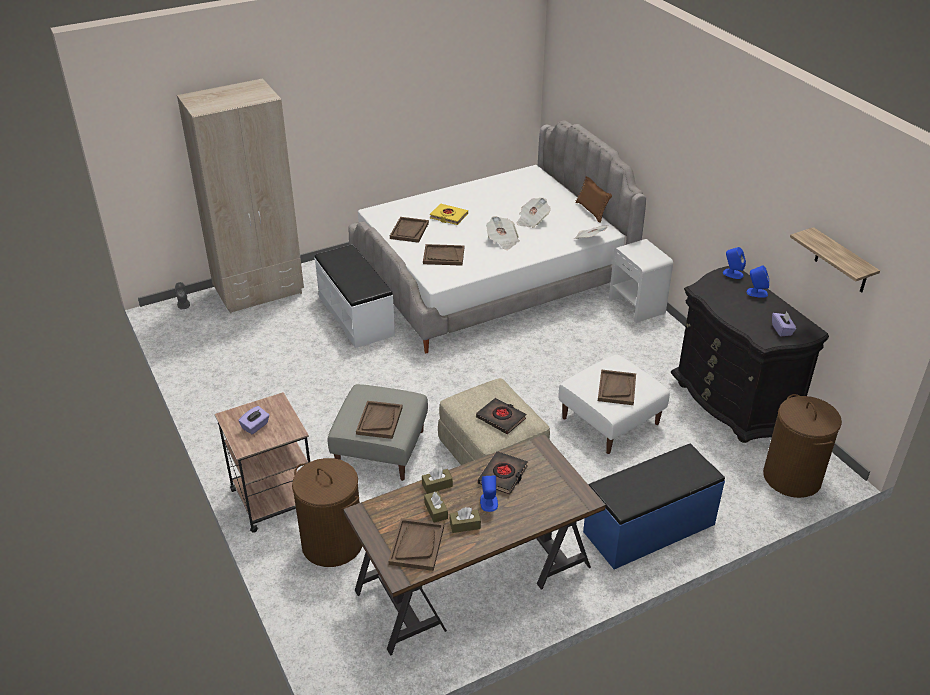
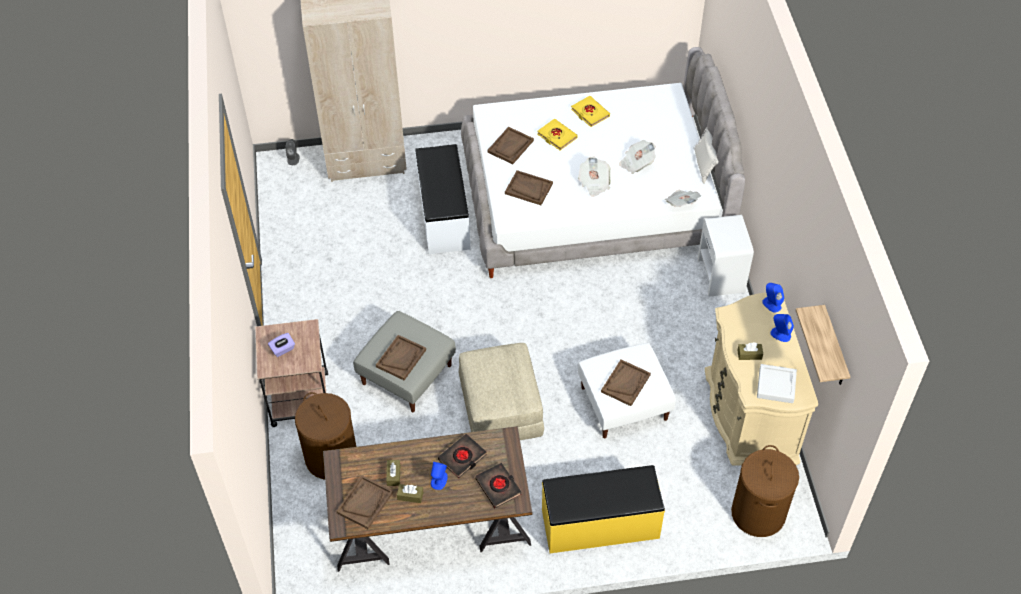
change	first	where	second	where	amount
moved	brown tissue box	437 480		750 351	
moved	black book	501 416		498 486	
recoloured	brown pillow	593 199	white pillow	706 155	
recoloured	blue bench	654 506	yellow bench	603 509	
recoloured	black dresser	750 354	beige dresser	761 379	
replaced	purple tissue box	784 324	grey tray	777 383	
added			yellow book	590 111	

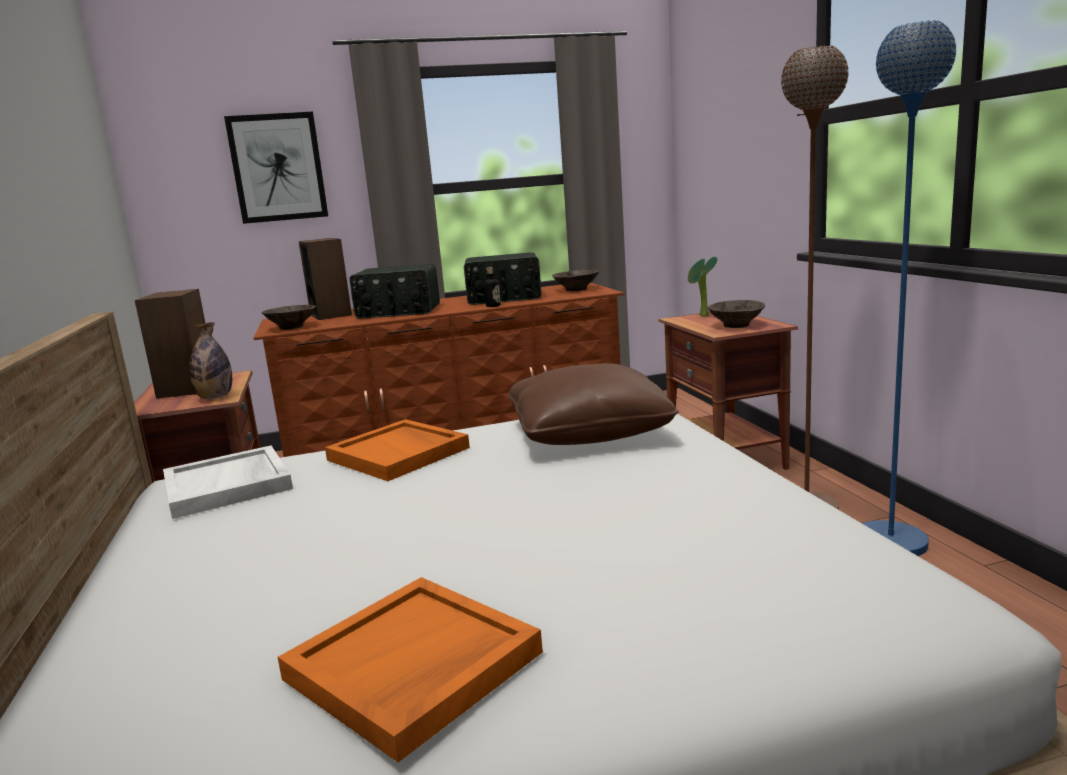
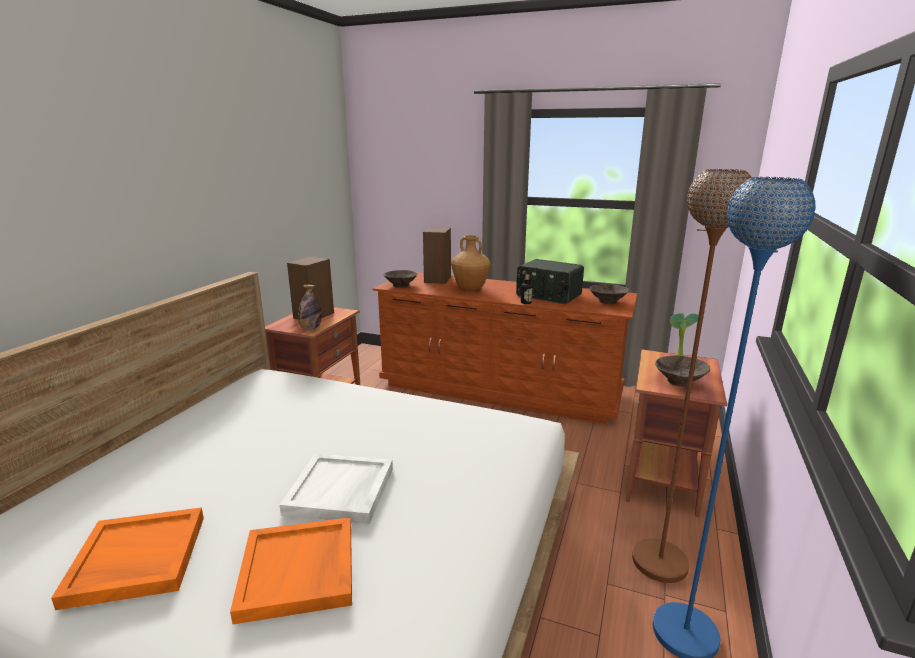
change	first	where	second	where	amount
moved	white tray	228 482		336 488	
removed	picture	276 168			
moved	orange tray	397 450		291 570	
replaced	radio	395 291	brown vase	471 263	
removed	brown pillow	593 404			

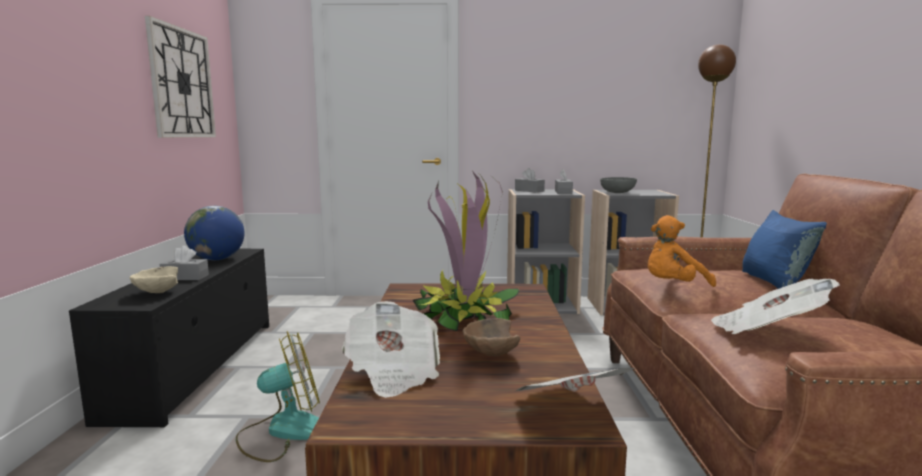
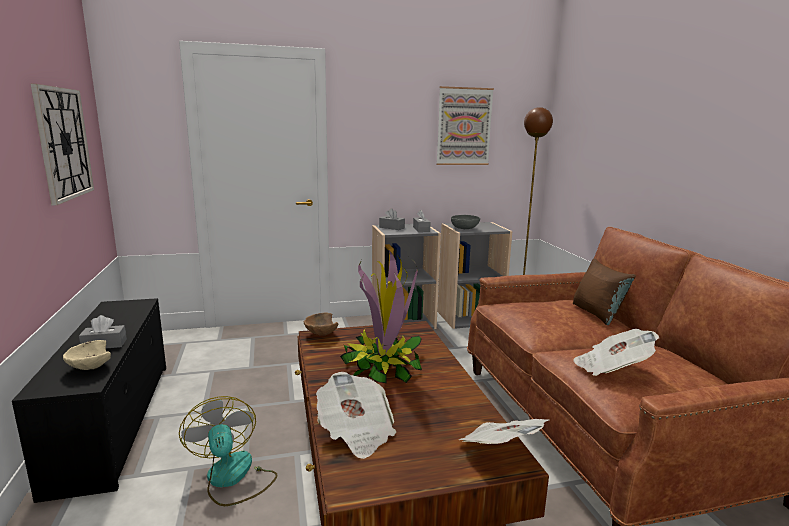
change	first	where	second	where	amount
removed	globe	214 233			
turned	fan	278 396		228 451	75 degrees counterclockwise
moved	brown bowl	491 337		321 324	
removed	orange plush toy	681 251			
recoloured	blue pillow	784 249	brown pillow	604 291	
added			picture	465 125	

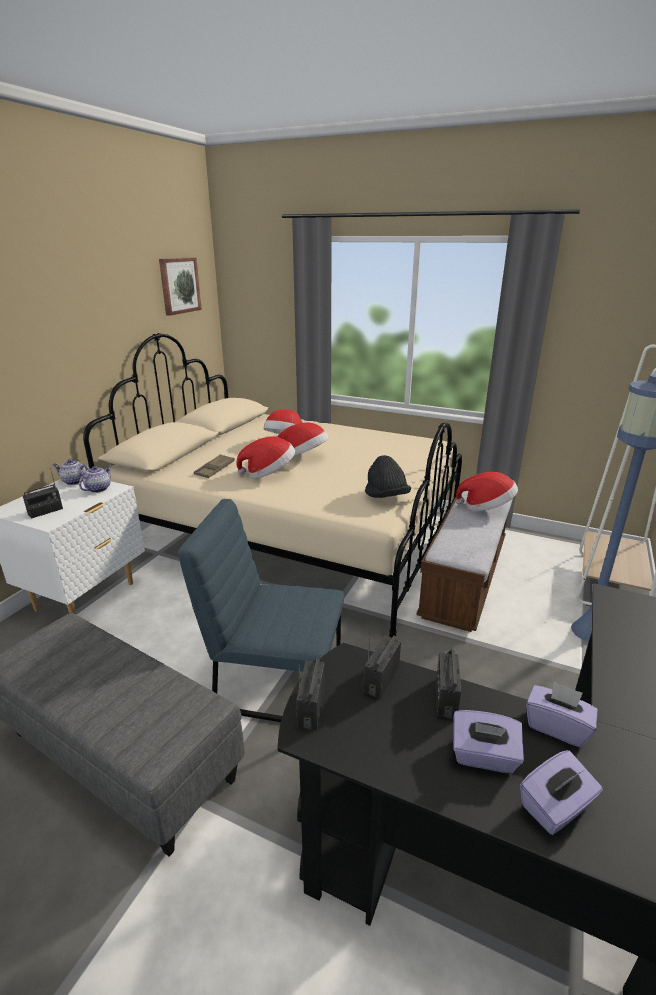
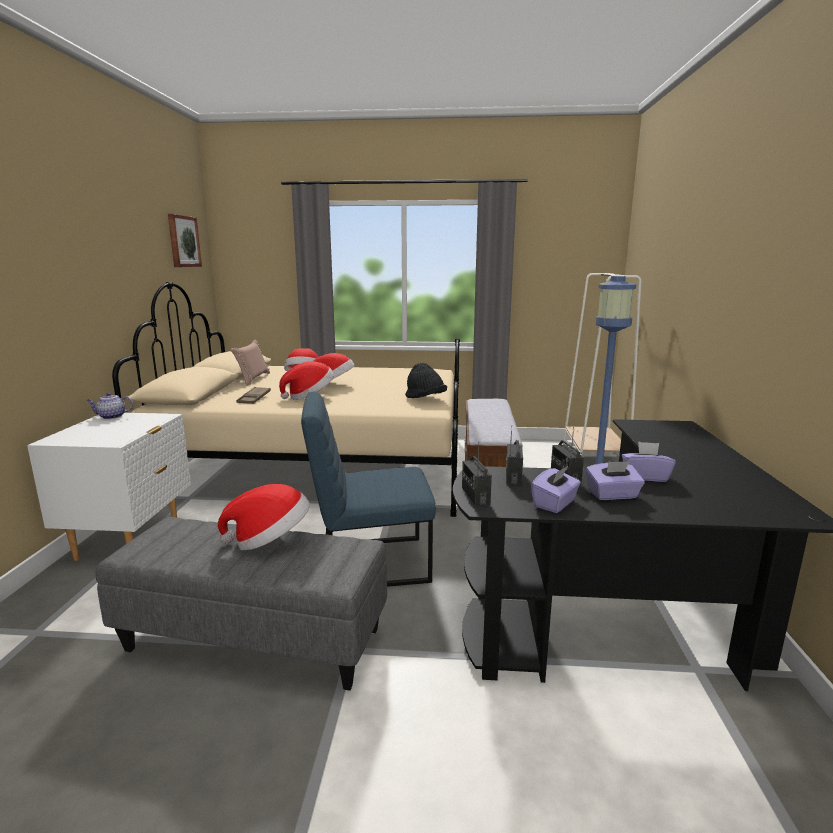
change	first	where	second	where	amount
removed	radio	43 493			
removed	teapot	95 479			
moved	hat	487 491		264 517	
moved	purple tissue box	561 792		556 489	
added			beige pillow	250 363	

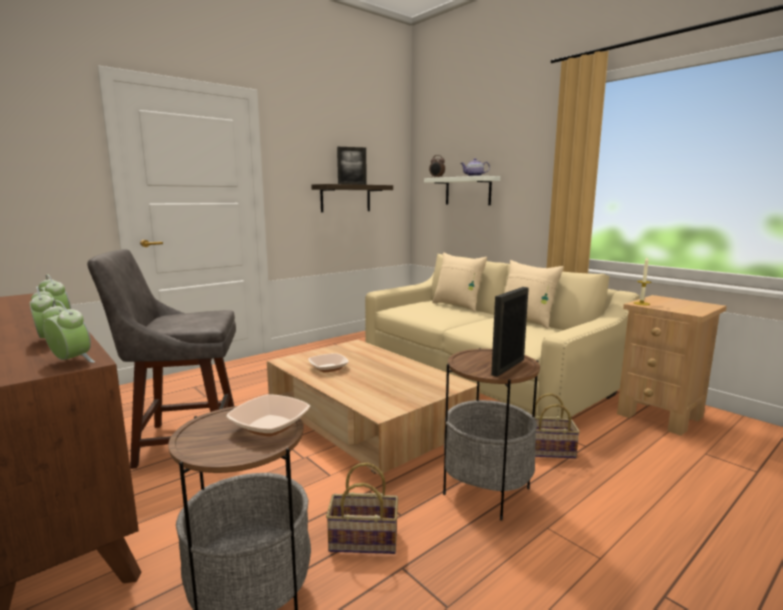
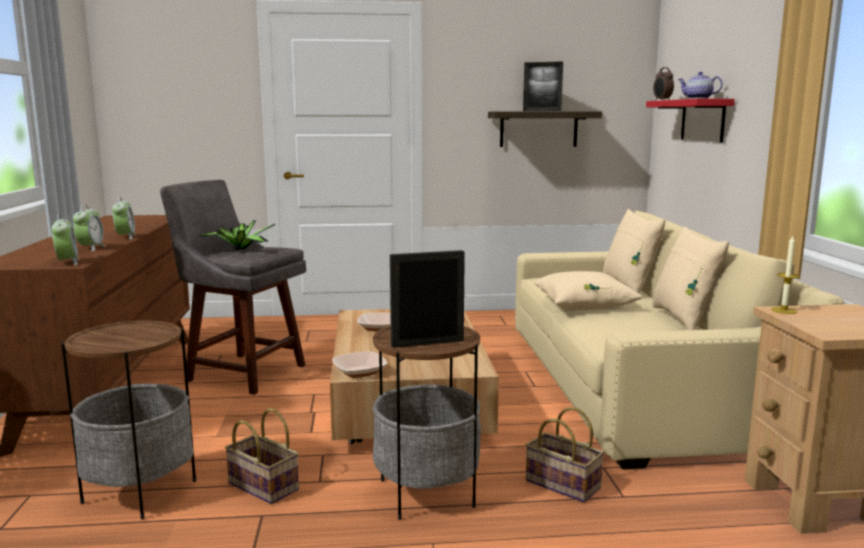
change	first	where	second	where	amount
moved	bowl	268 415		359 364	
recoloured	white shelf	462 190	red shelf	690 121	
added			potted plant	237 235	
added			beige pillow	588 290	

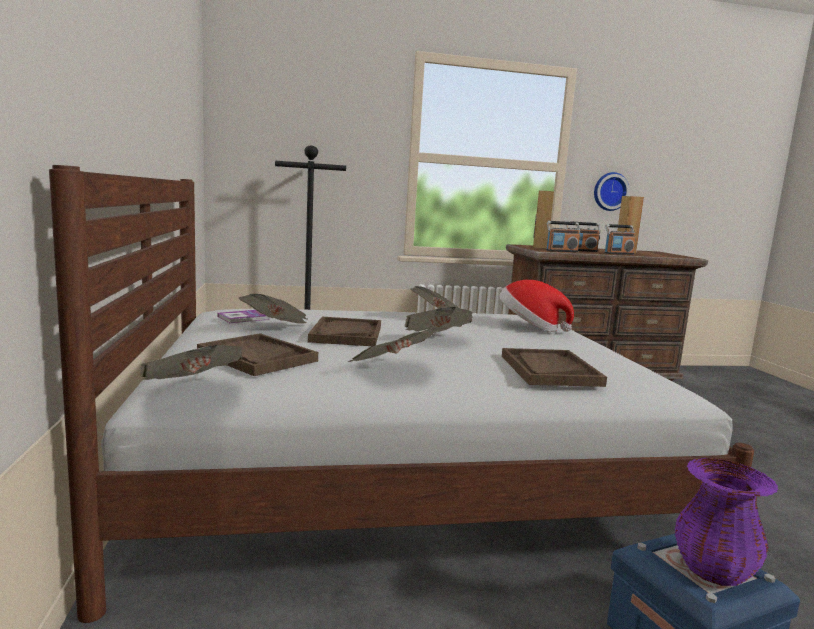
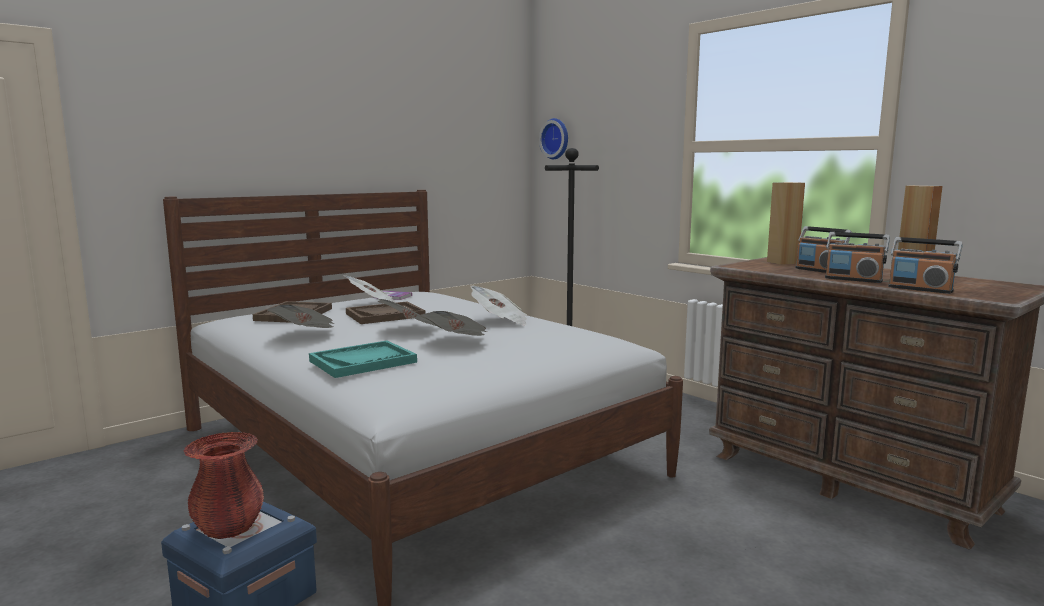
change	first	where	second	where	amount
moved	newspaper	191 362		453 323	
removed	hat	536 306			
recoloured	brown tray	554 367	turquoise tray	363 359	
moved	radio	563 236		925 265	
moved	wall clock	611 191		553 139	
recoloured	purple vase	726 522	red vase	224 485	

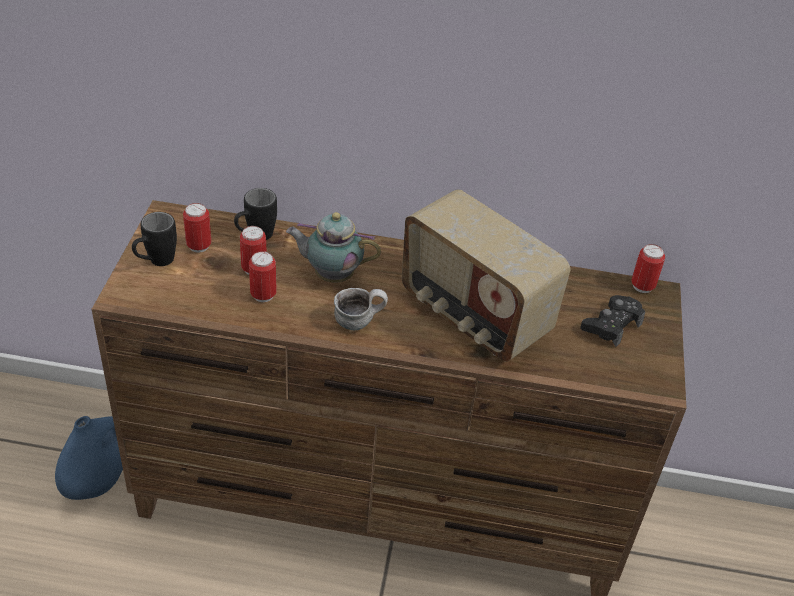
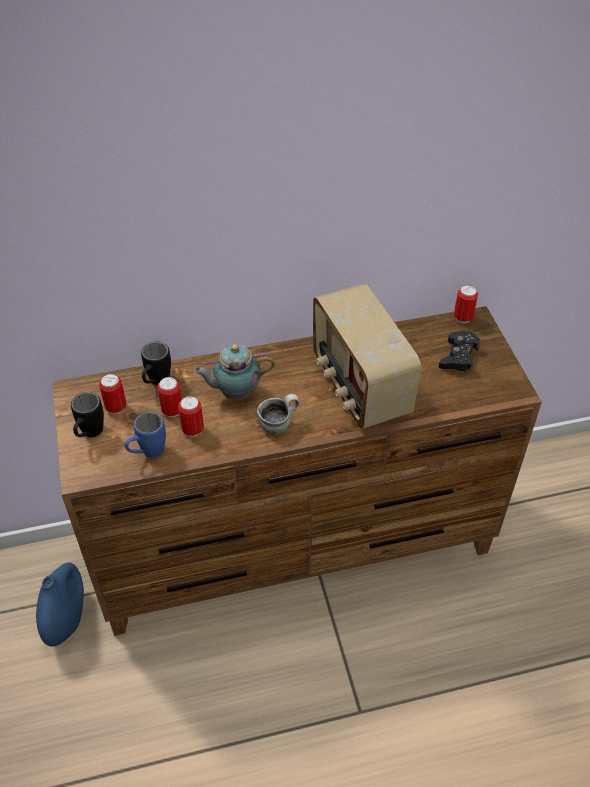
change	first	where	second	where	amount
turned	radio	486 275		367 356	45 degrees clockwise
added			blue mug	145 435	

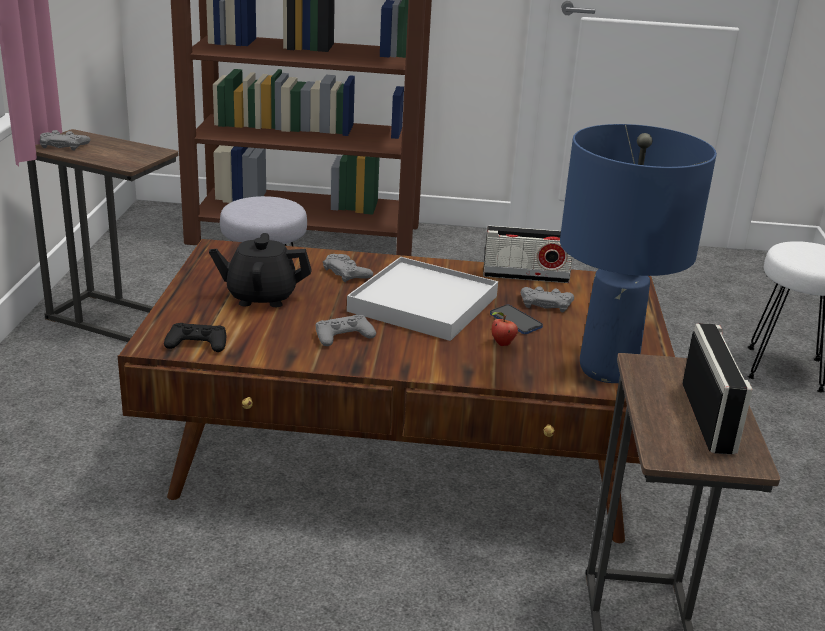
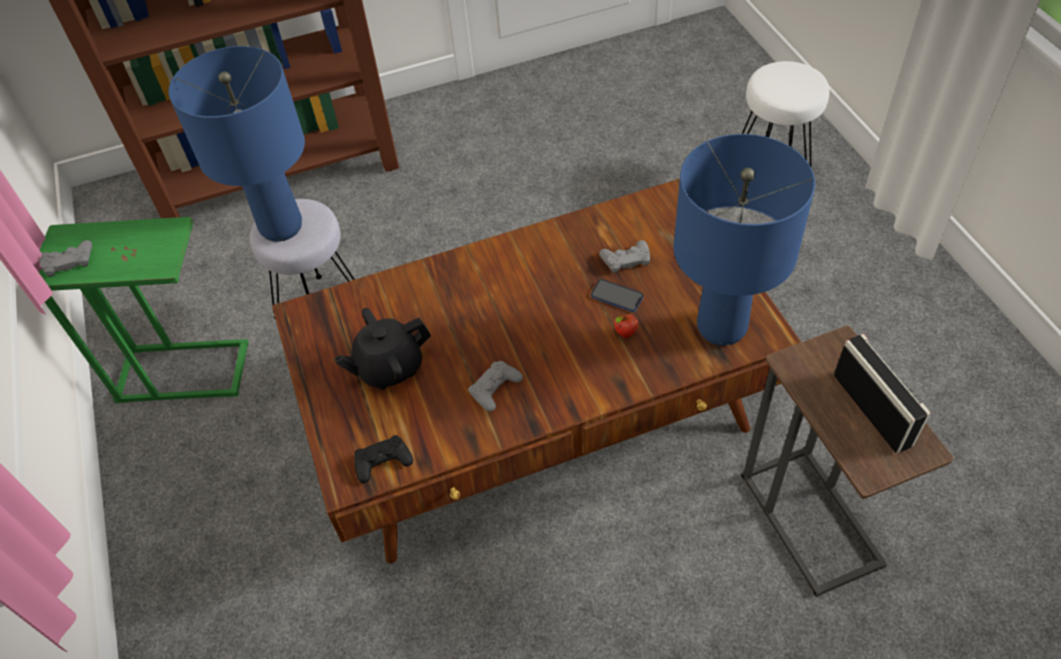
change	first	where	second	where	amount
recoloured	brown side table	102 235	green side table	144 310	
removed	grey game controller	348 268			
removed	white tray	422 299			
removed	radio	528 254			
added			blue table lamp	236 144	

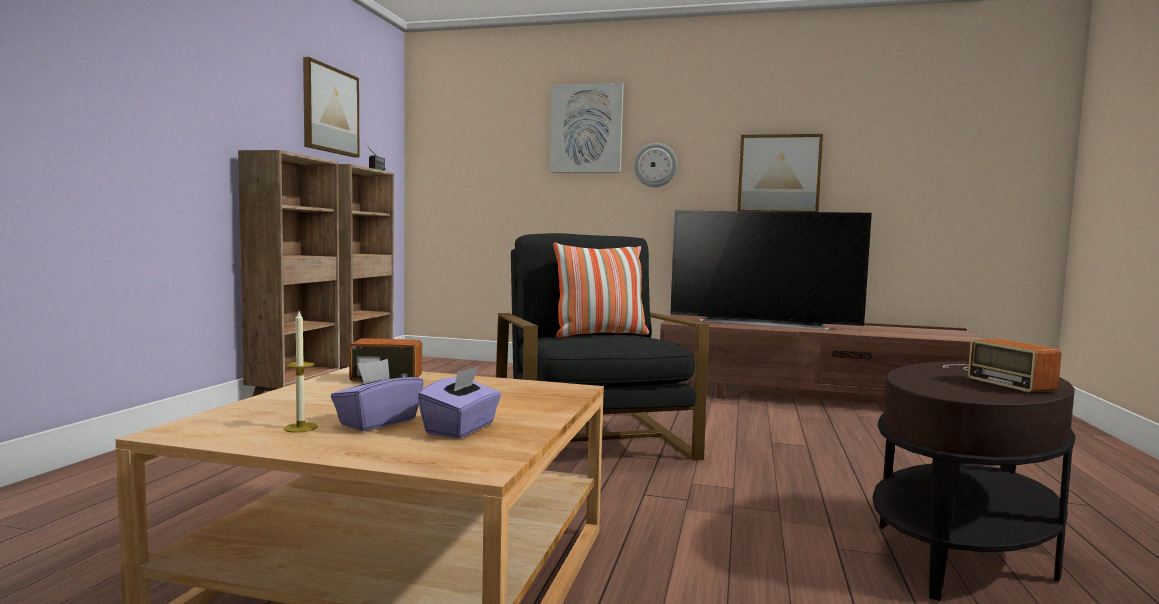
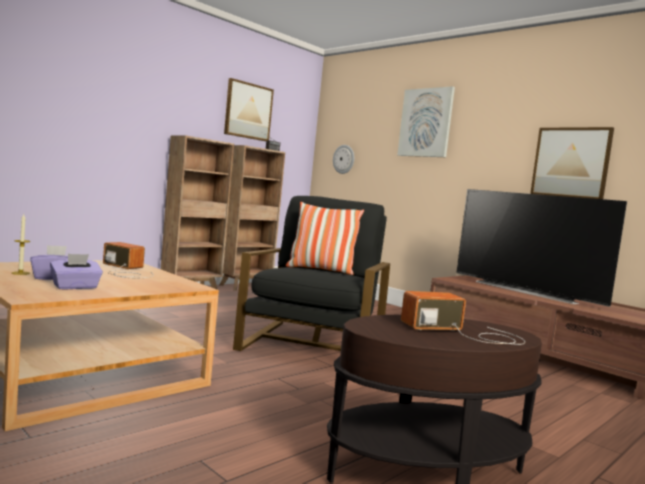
change	first	where	second	where	amount
moved	wall clock	655 165		343 159	
turned	radio	1002 365		463 318	60 degrees clockwise

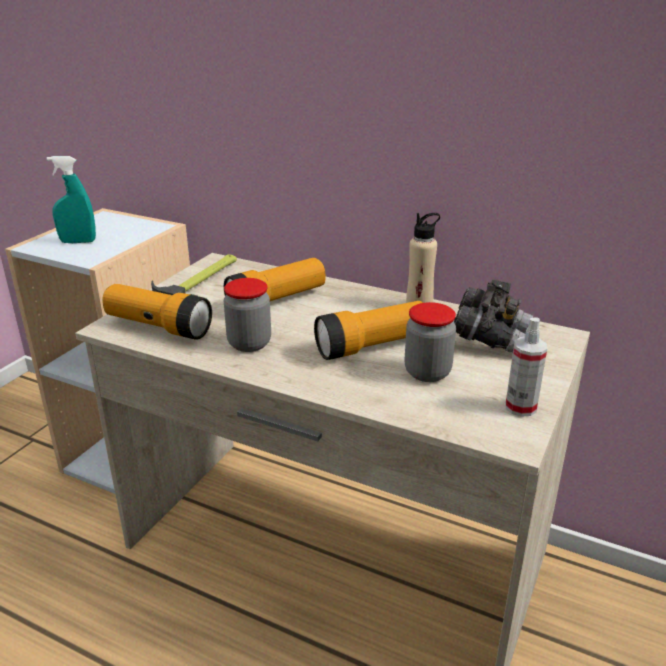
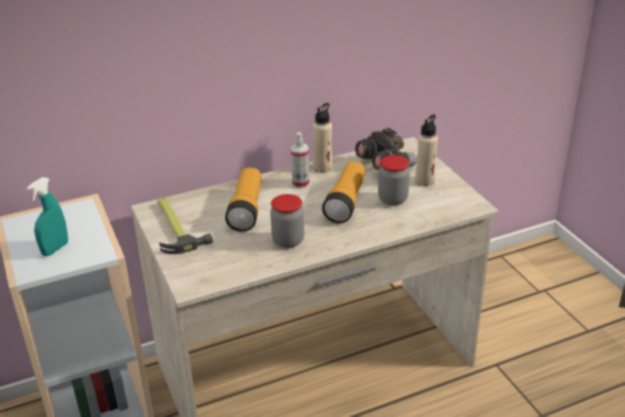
change	first	where	second	where	amount
removed	flashlight	157 311			
moved	spray bottle	526 367		300 160	
added			beige bottle	426 150	

